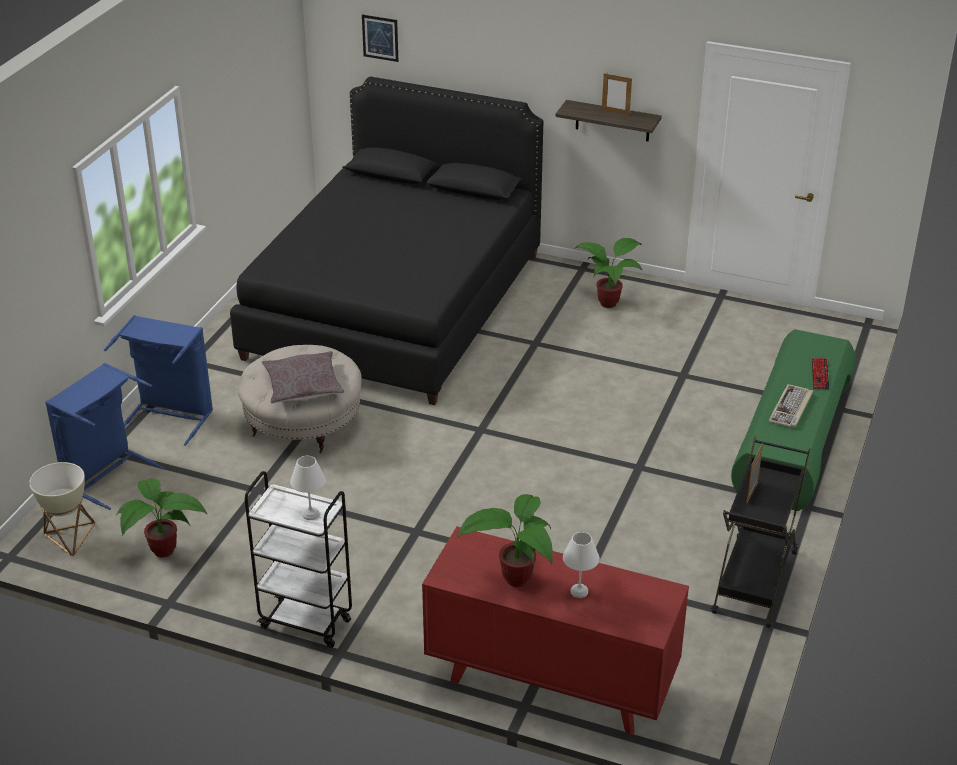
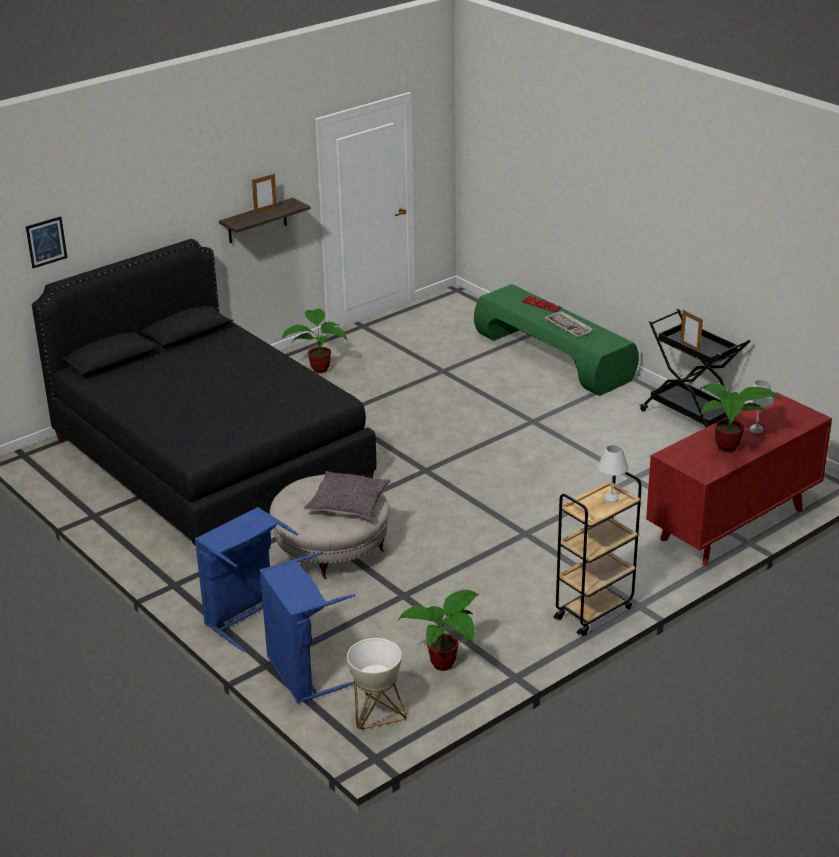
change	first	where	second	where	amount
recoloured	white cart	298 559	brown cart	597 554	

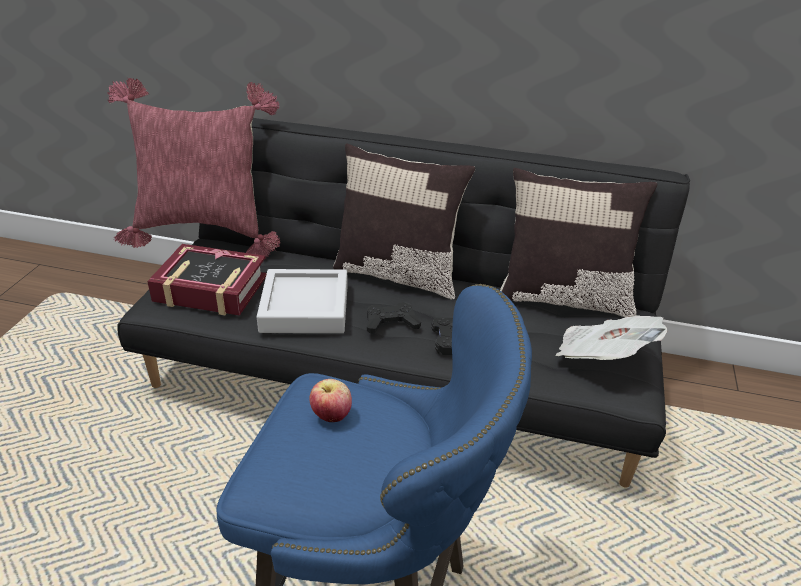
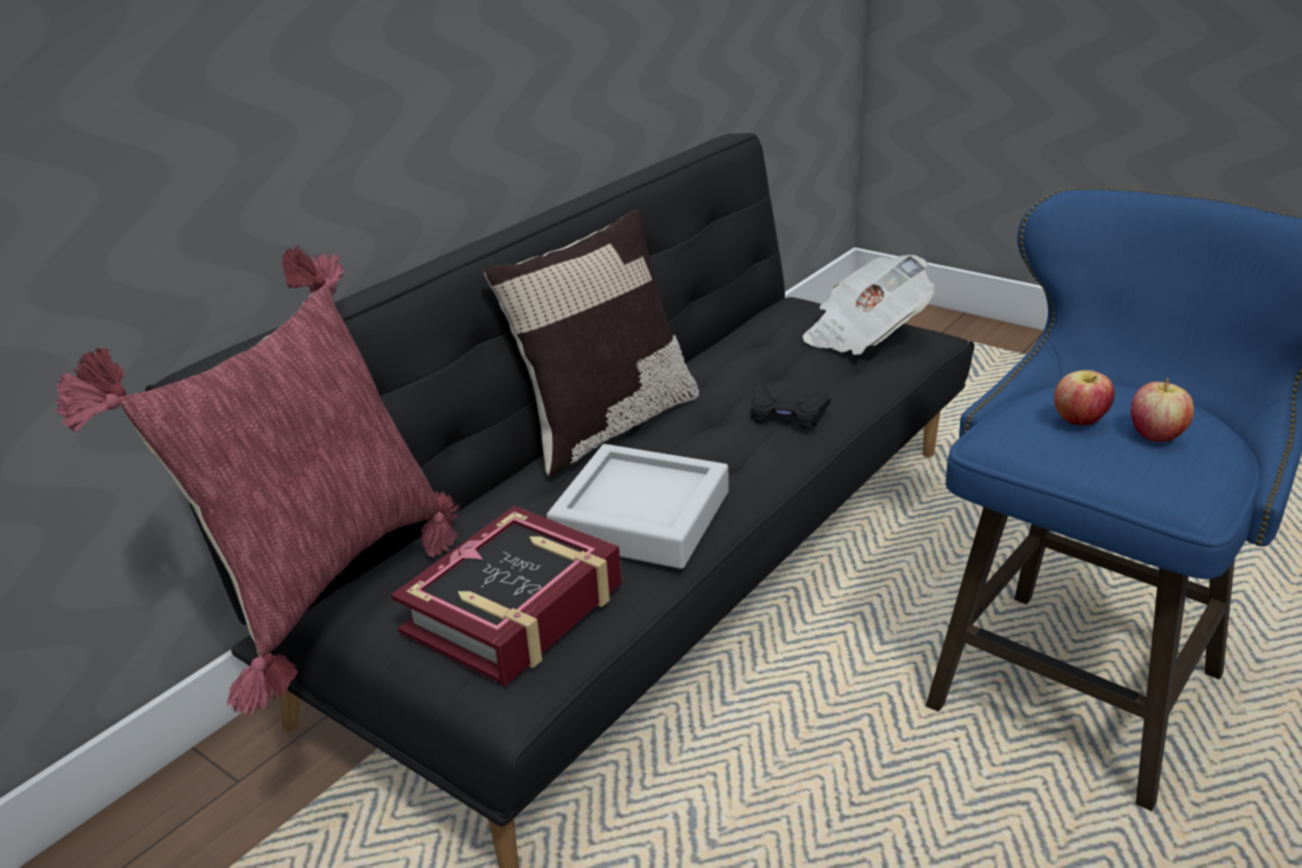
change	first	where	second	where	amount
removed	black game controller	394 318			
removed	pillow	579 242			
added			apple	1162 410	

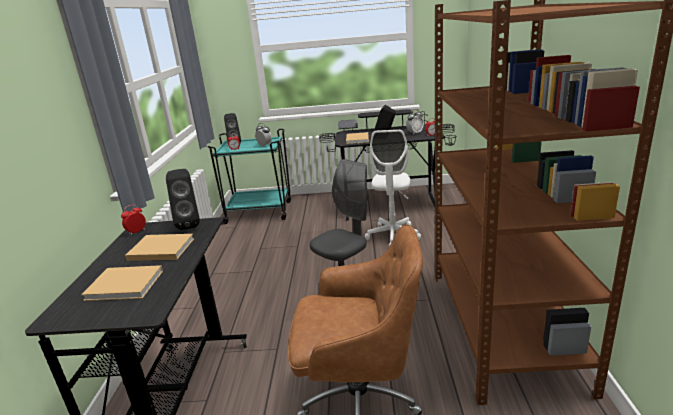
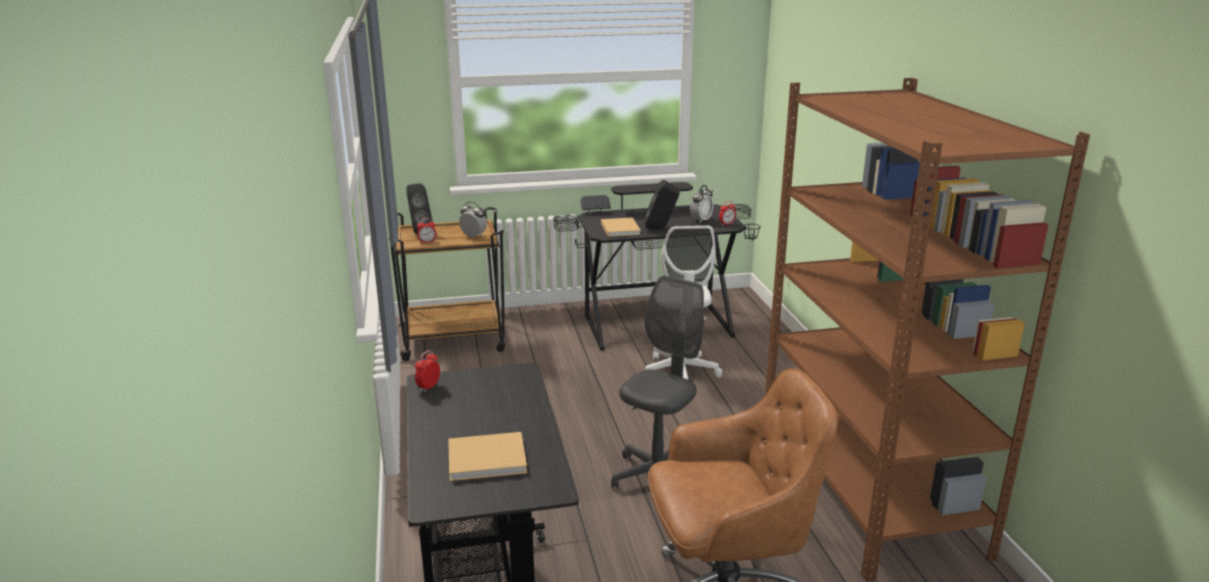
change	first	where	second	where	amount
removed	beige book	159 247			
removed	black speaker	183 199			
recoloured	turquoise cart	249 176	brown cart	447 284	

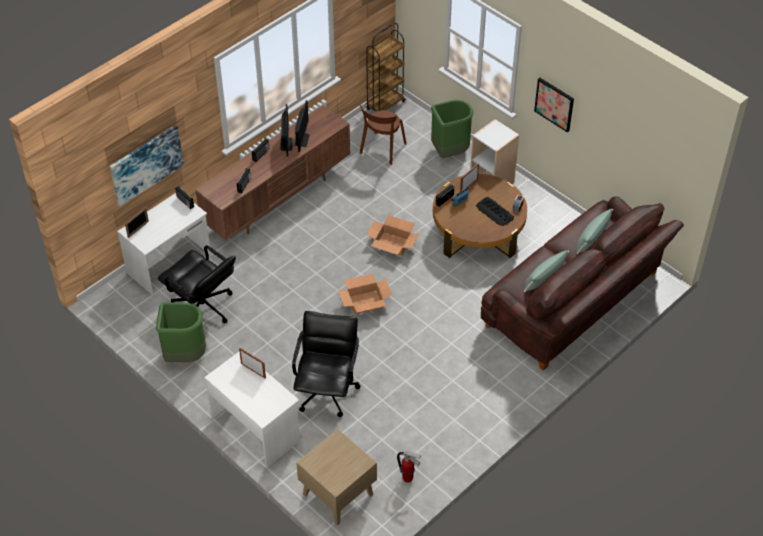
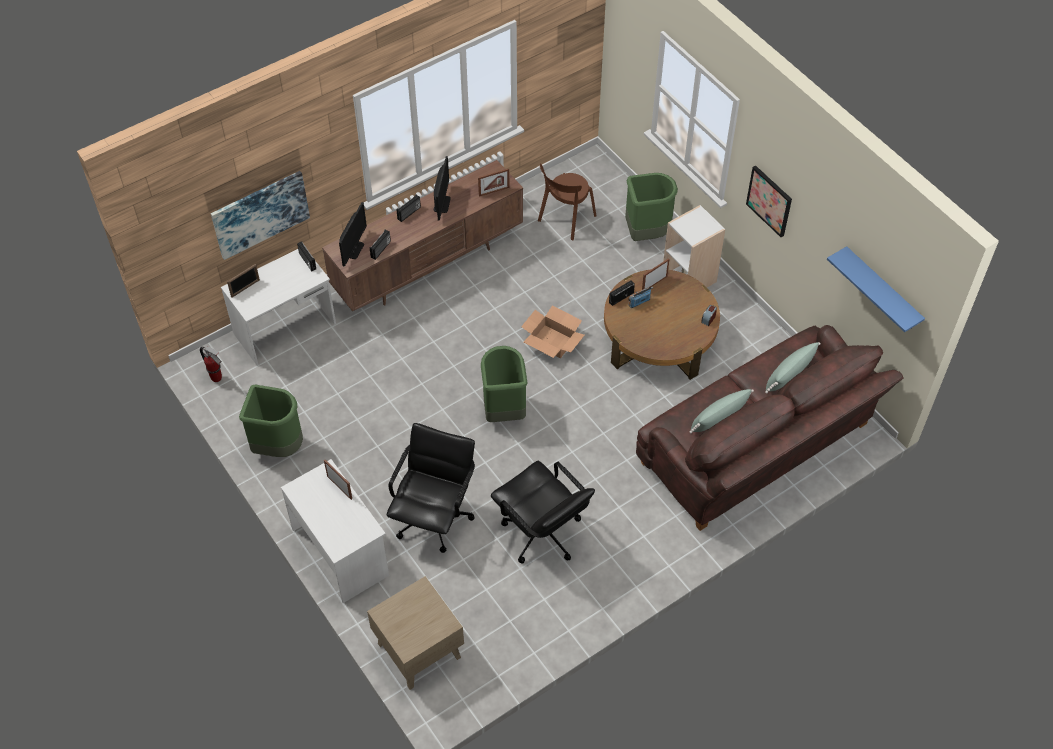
change	first	where	second	where	amount
moved	black office chair	197 284		543 512	
moved	monitor	302 126		353 234	
replaced	cardboard box	365 294	green trash can	504 384	
removed	brown cart	386 67			
moved	fire extinguisher	409 467		211 364	
removed	keyboard	495 211			
added			picture frame	494 182	
added			blue shelf	876 289	

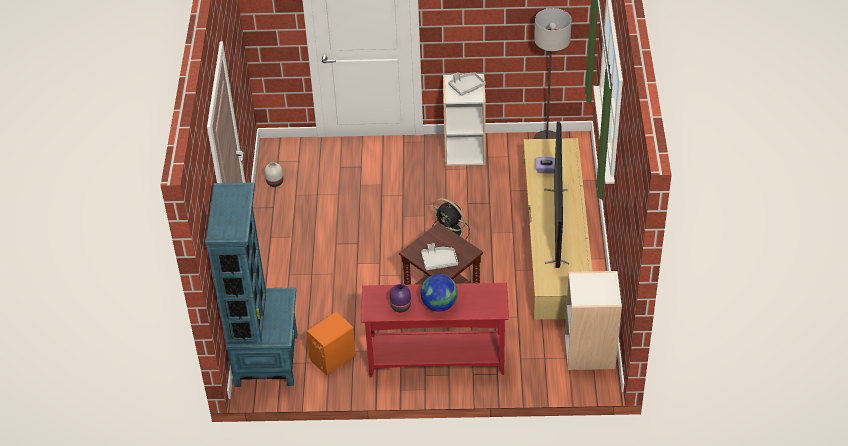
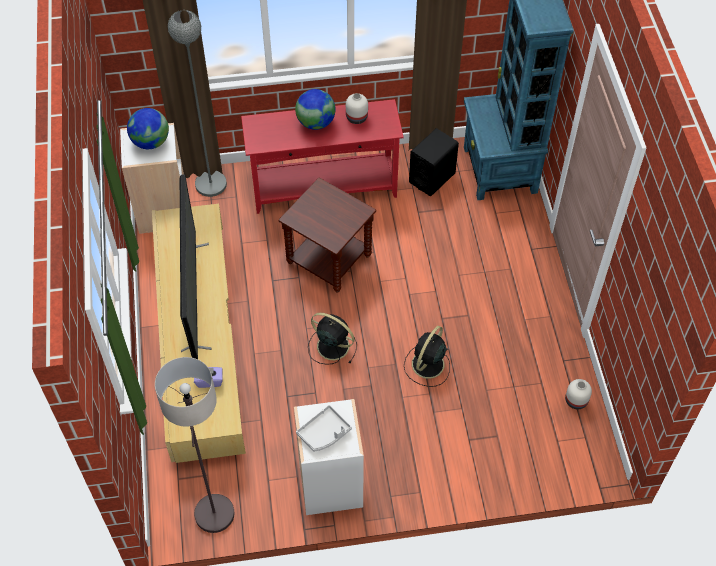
change	first	where	second	where	amount
recoloured	orange speaker	331 343	black speaker	434 162	
recoloured	purple vase	400 298	white vase	357 108	
removed	grey tray	439 256			
added			globe	148 128	
added			grey floor lamp	197 103	
added			black fan	427 356	

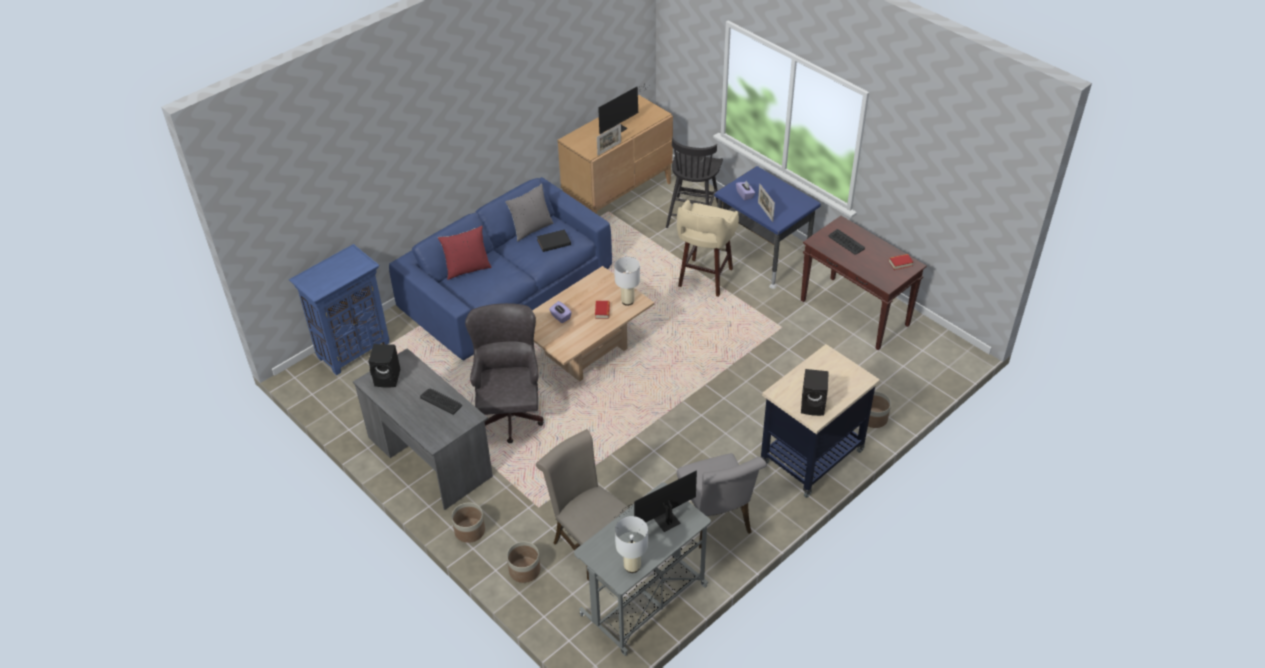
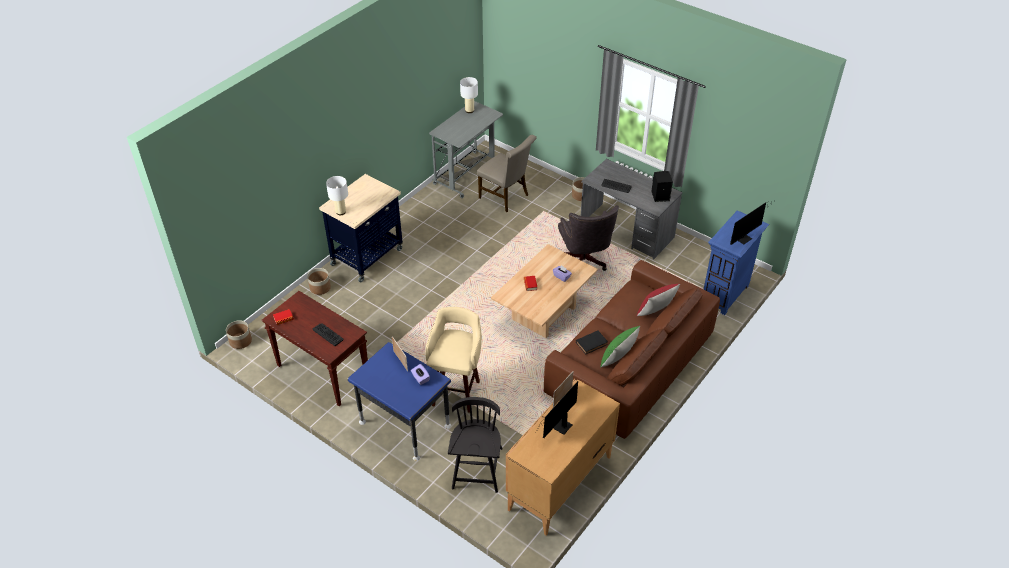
change	first	where	second	where	amount
recoloured	blue sofa	500 269	brown sofa	632 349	
recoloured	grey pillow	529 212	green pillow	620 347	
moved	planter	523 562		239 334	
moved	monitor	655 501		750 223	
moved	white table lamp	627 281		337 195	
removed	grey chair	722 500			
removed	black speaker	815 392			

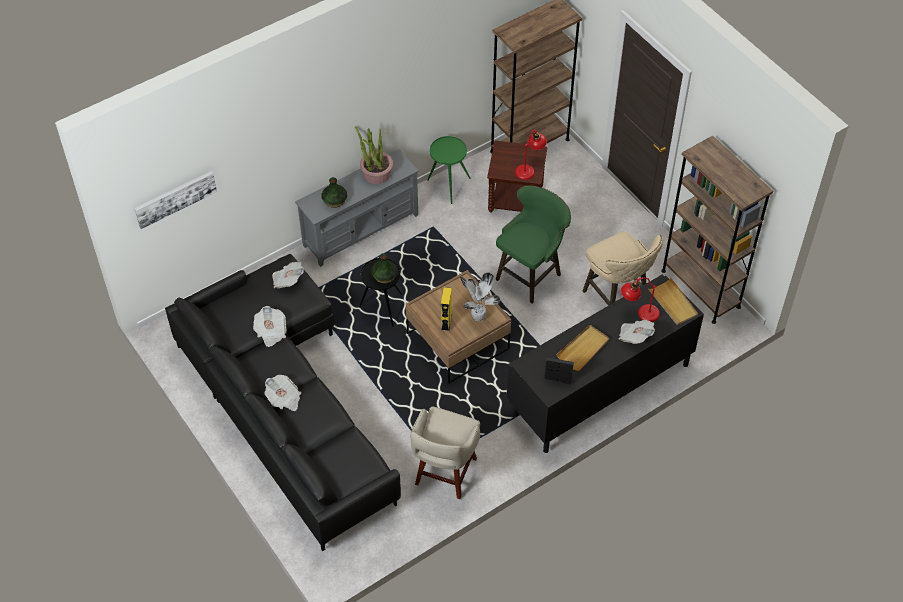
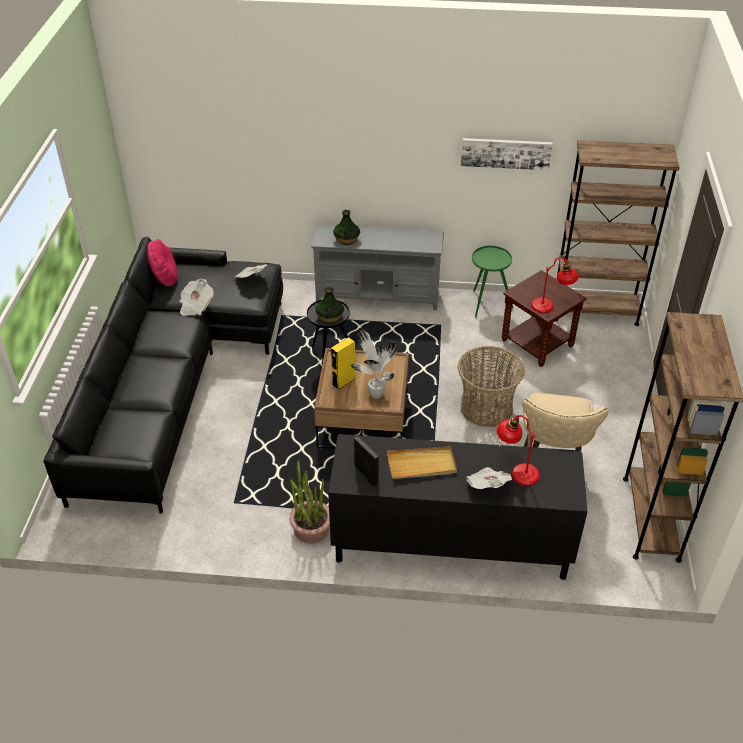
change	first	where	second	where	amount
moved	picture	175 200		507 154	
removed	newspaper	283 393			
moved	potted plant	374 155		310 502	
removed	beige stool	445 453			
replaced	green stool	533 244	basket	491 386	
removed	beige tray	673 301			
added			pink pillow	162 262	

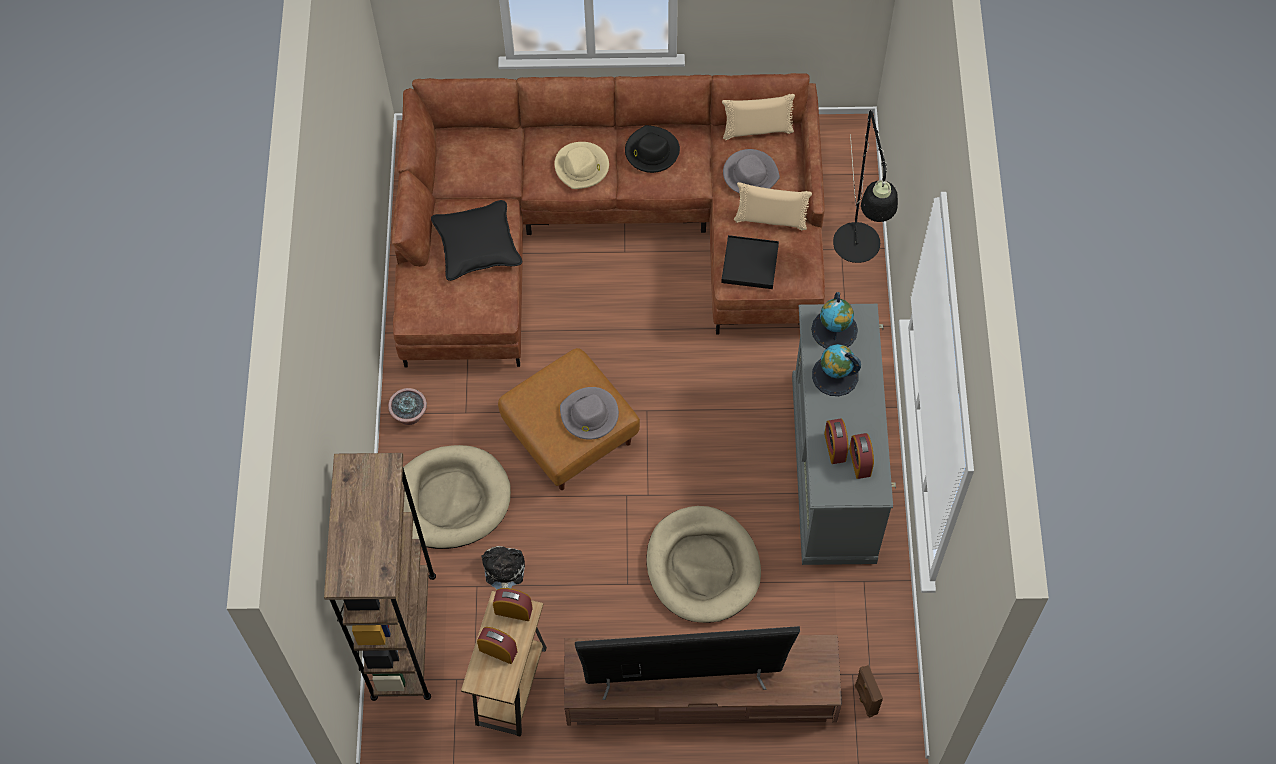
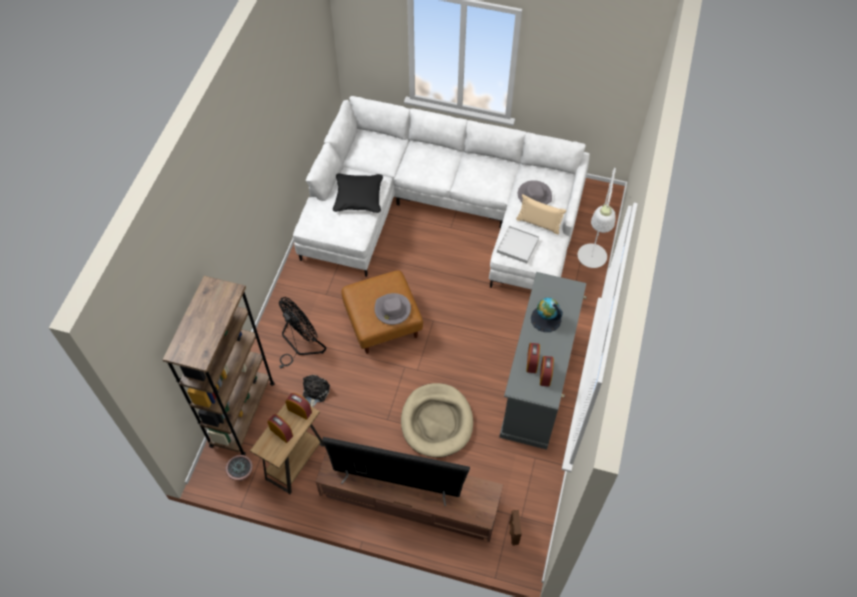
change	first	where	second	where	amount
moved	potted plant	407 406		239 468	
recoloured	brown sofa	608 220	white sofa	441 193	
replaced	beige dog bed	456 497	black fan	302 333	
removed	beige hat	582 165			
removed	black hat	652 149			
recoloured	black tray	750 262	white tray	518 244	
removed	beige pillow	758 117			
removed	globe	834 320			
recoloured	black floor lamp	865 186	white floor lamp	596 218	

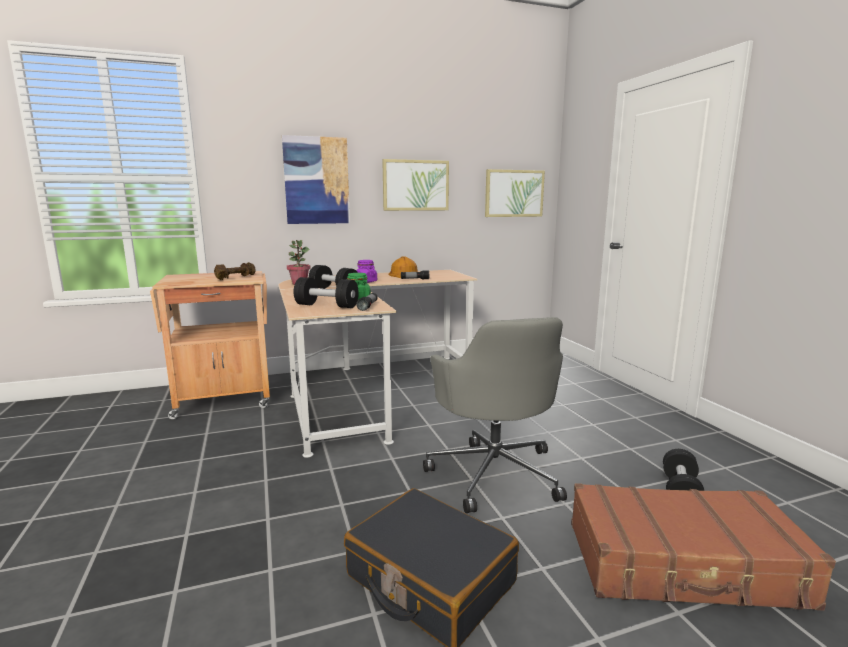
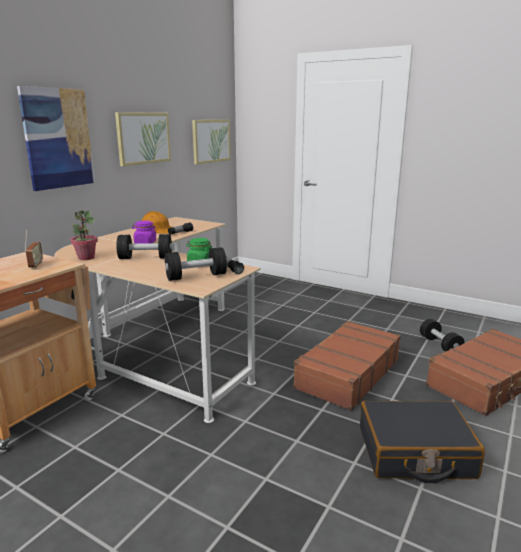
change	first	where	second	where	amount
replaced	brown dumbbell	234 271	radio	34 249	
replaced	grey office chair	495 415	brown suitcase	347 366	

